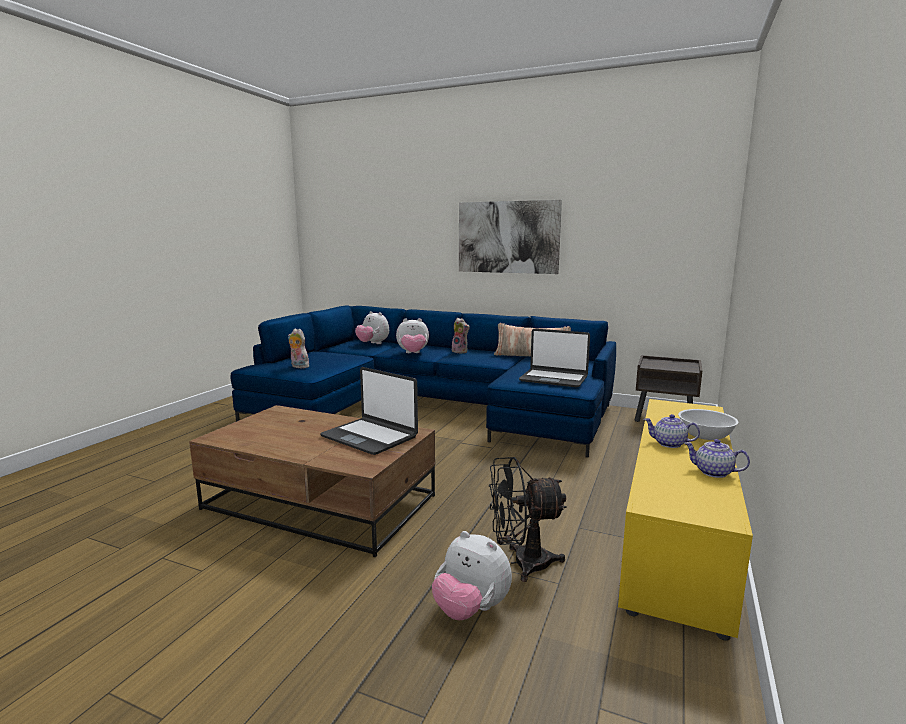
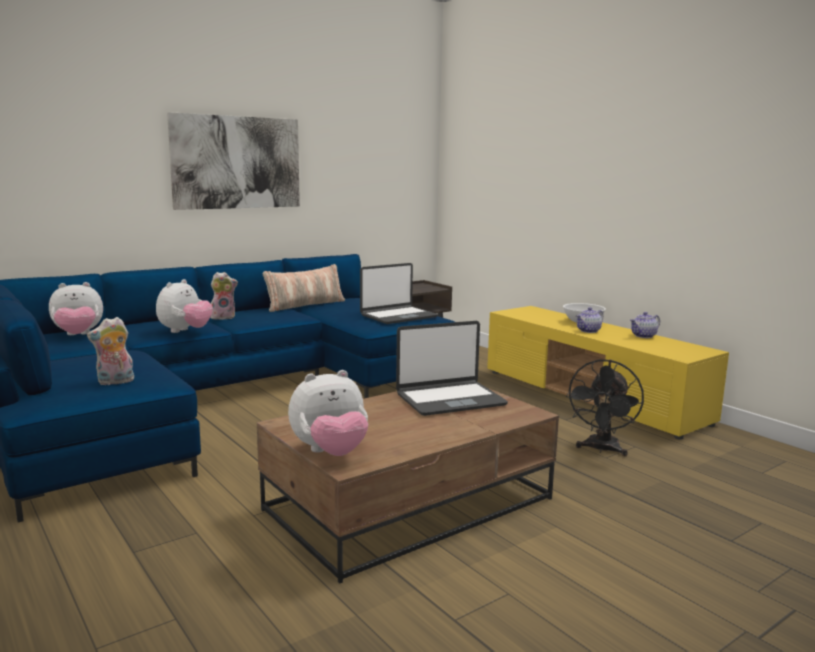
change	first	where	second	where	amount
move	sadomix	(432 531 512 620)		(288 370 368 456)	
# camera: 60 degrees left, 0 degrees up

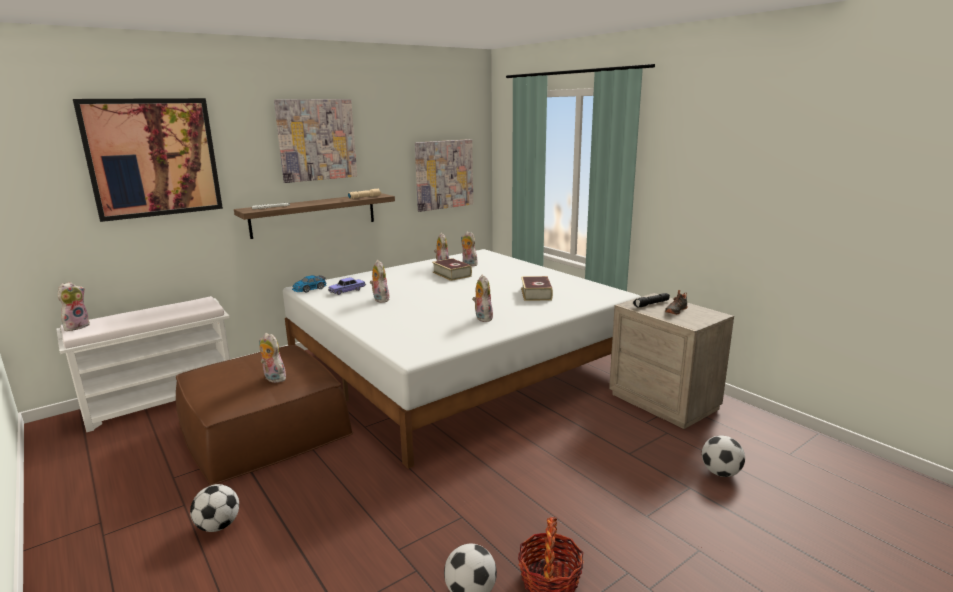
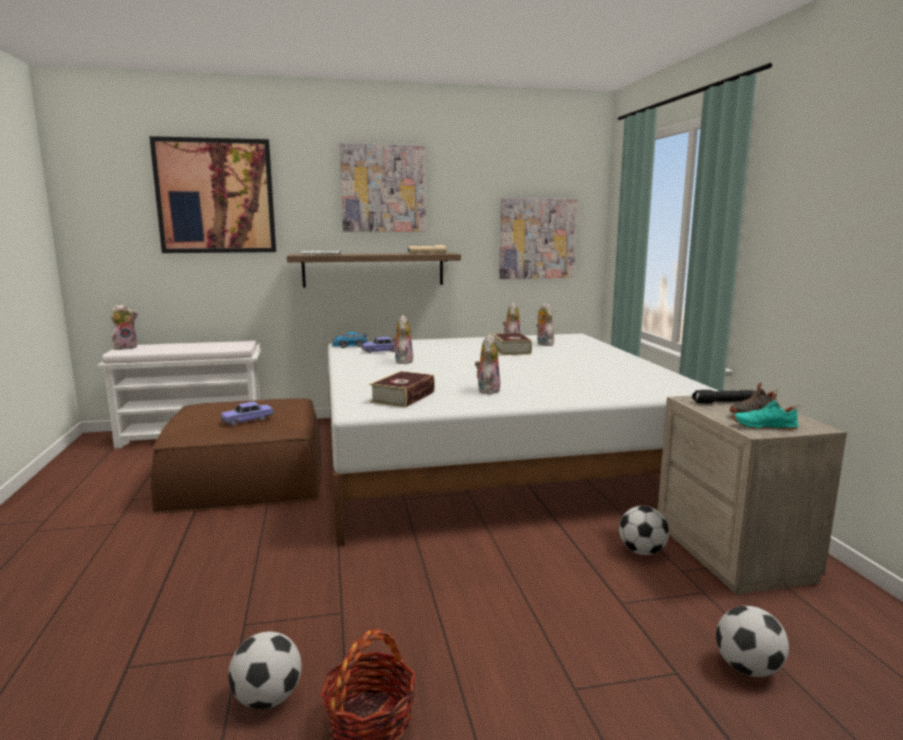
change	first	where	second	where	amount
move	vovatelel	(190 484 239 532)		(619 506 669 555)	
replace	sadomix	(259 333 286 383)	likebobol	(220 402 275 425)	
move	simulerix	(521 276 553 301)		(369 371 435 408)	
insert			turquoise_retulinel	(732 394 801 430)	
# camera: 25 degrees right, 5 degrees down

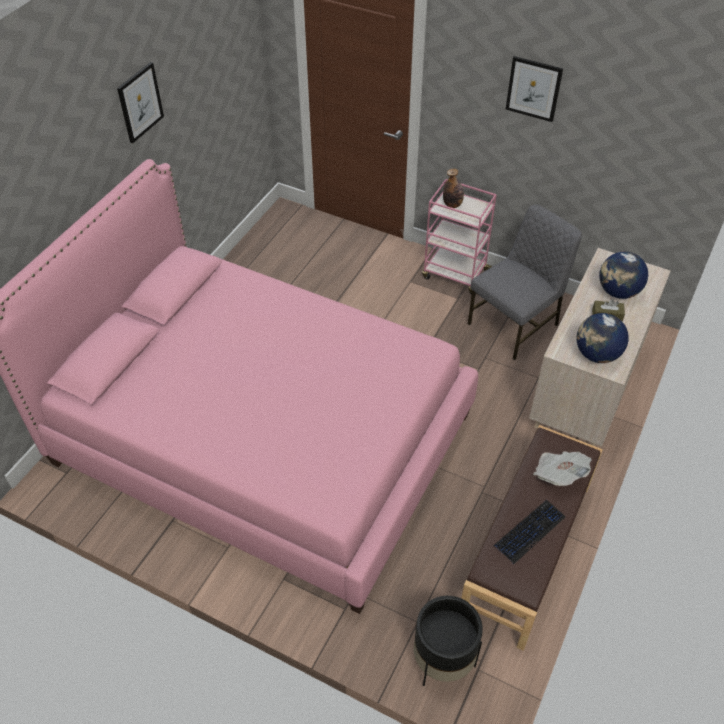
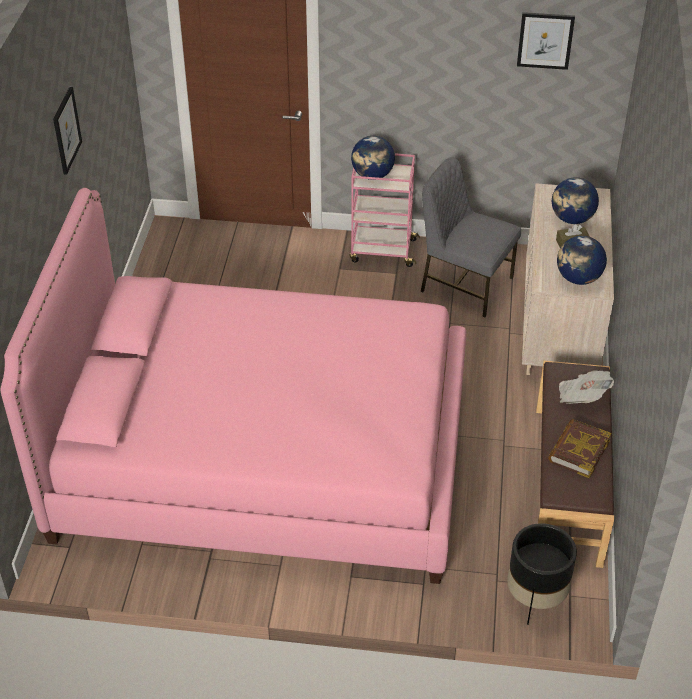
change	first	where	second	where	amount
replace	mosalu	(443 169 464 208)	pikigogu	(351 136 395 180)	
rotate	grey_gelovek	(468 205 582 360)		(421 157 521 317)	90 degrees counterclockwise
replace	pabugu	(494 500 565 564)	simulerix	(548 419 611 478)	
move	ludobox	(506 56 563 122)		(517 12 575 70)	
# camera: 20 degrees left, 5 degrees down

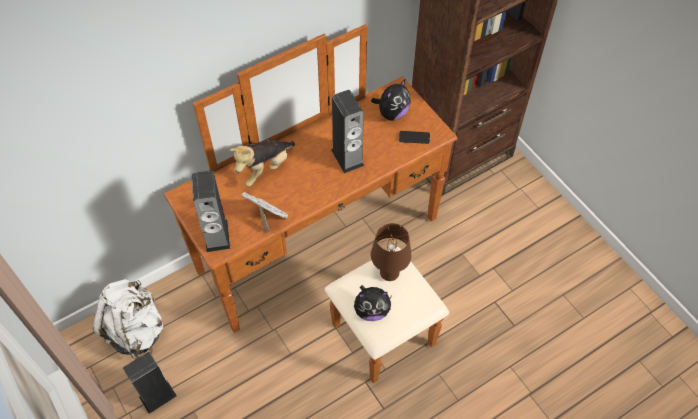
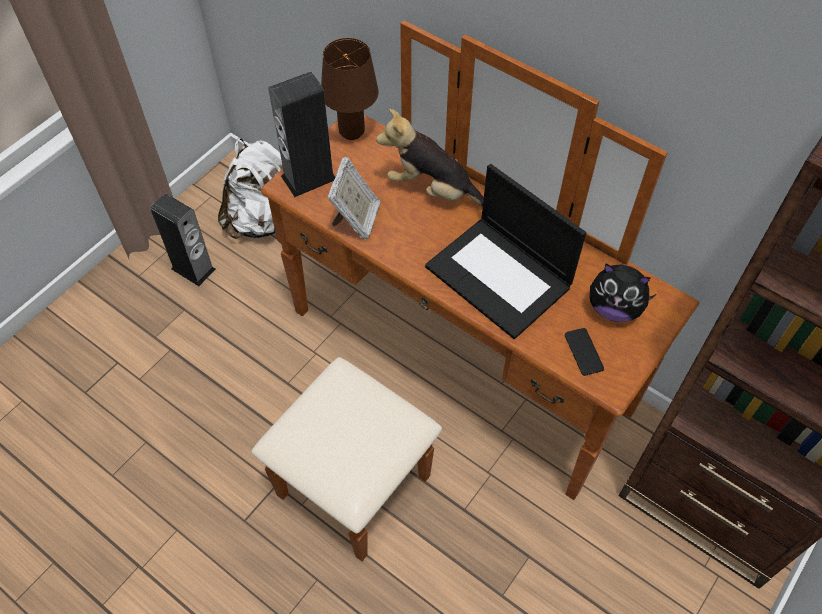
change	first	where	second	where	amount
replace	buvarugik	(331 90 364 173)	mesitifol	(425 164 586 339)	
delete	sadomix	(354 285 393 321)			
move	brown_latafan	(371 223 411 281)		(321 38 379 140)	
# camera: 70 degrees right, 0 degrees up

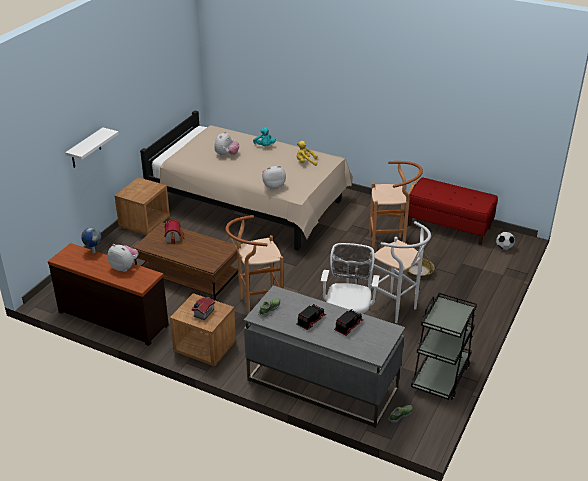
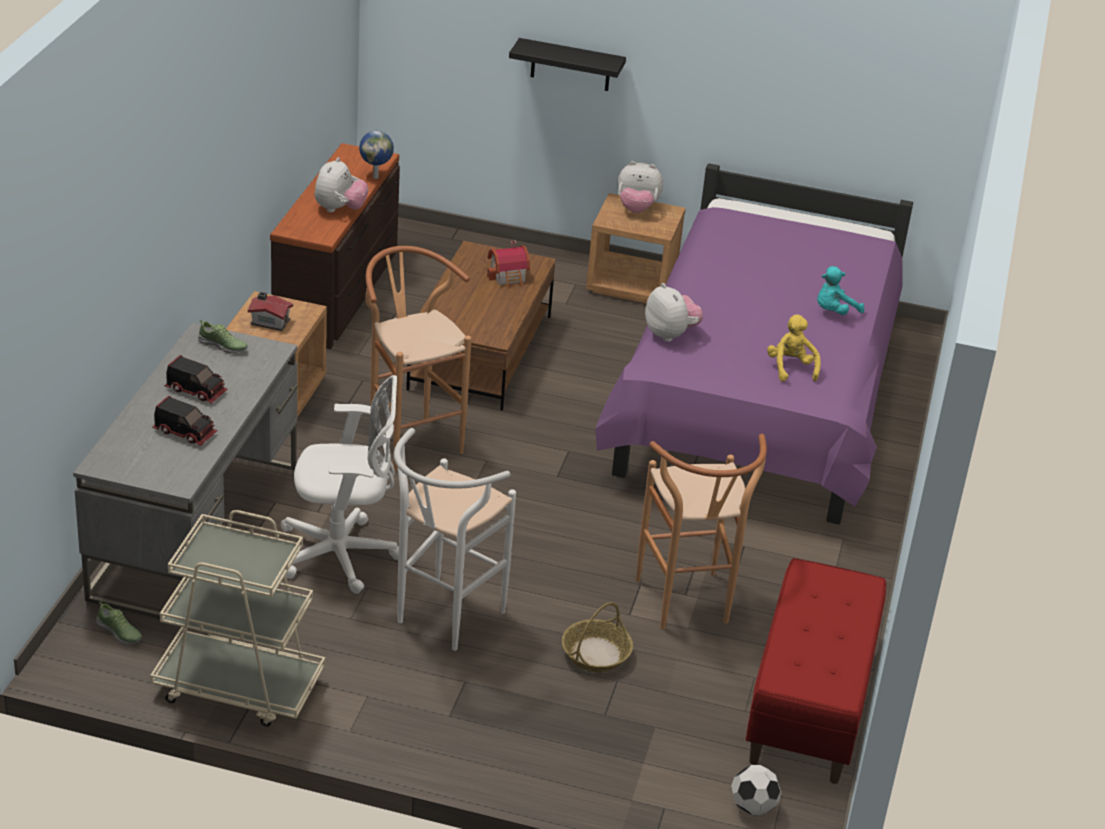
change	first	where	second	where	amount
recolor	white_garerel	(65 127 119 168)	black_garerel	(509 38 626 91)	
recolor	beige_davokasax	(140 110 353 251)	purple_davokasax	(595 163 913 524)	
move	sadomix	(214 131 239 157)		(618 161 663 213)	
recolor	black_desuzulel	(411 293 477 400)	beige_desuzulel	(150 510 325 727)	
# camera: 75 degrees right, 0 degrees up

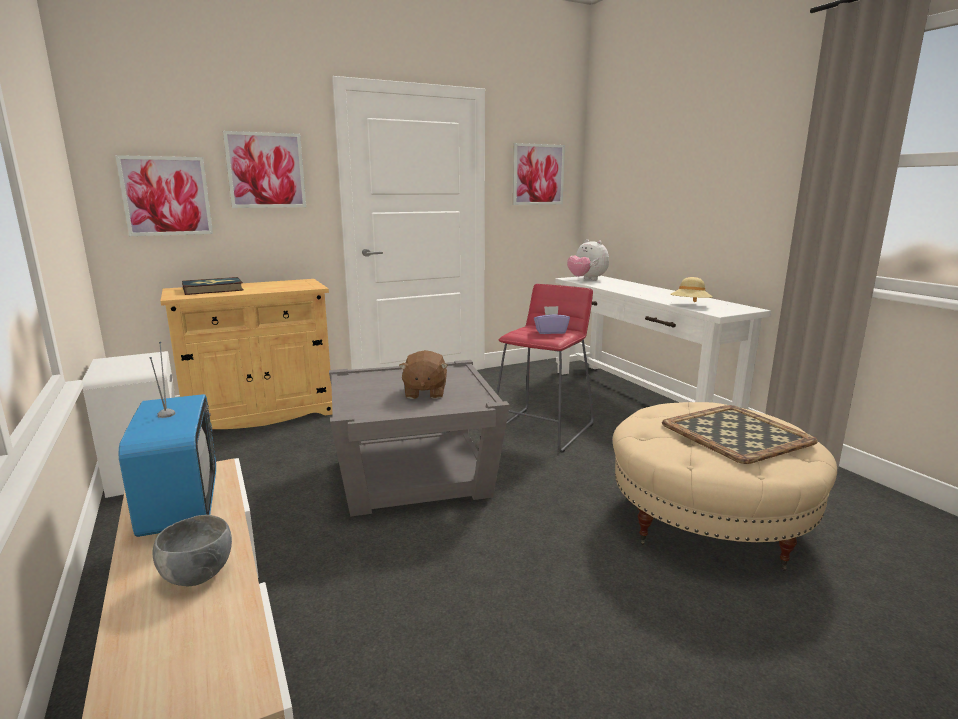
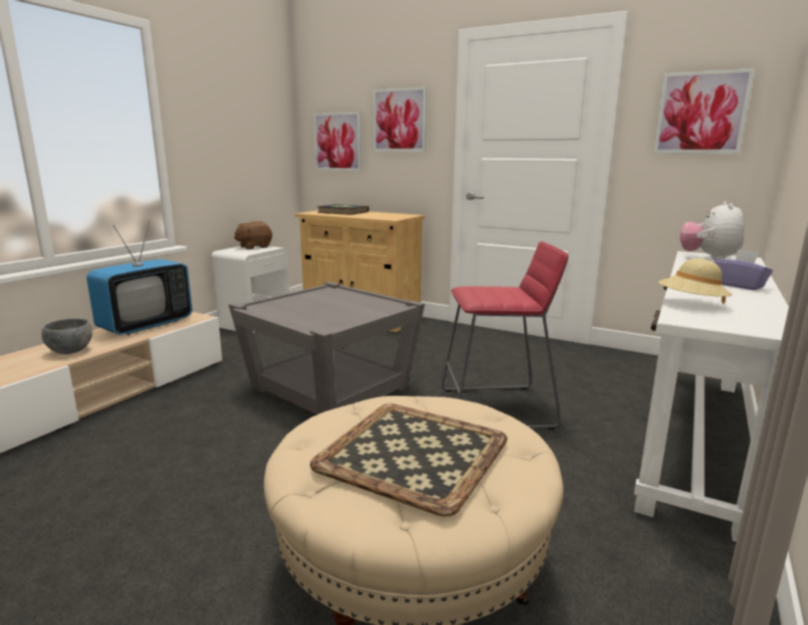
change	first	where	second	where	amount
move	brown_sadomix	(399 350 448 399)		(234 221 272 249)	
move	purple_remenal	(534 306 570 334)		(714 249 773 290)	
# camera: 55 degrees right, 0 degrees up

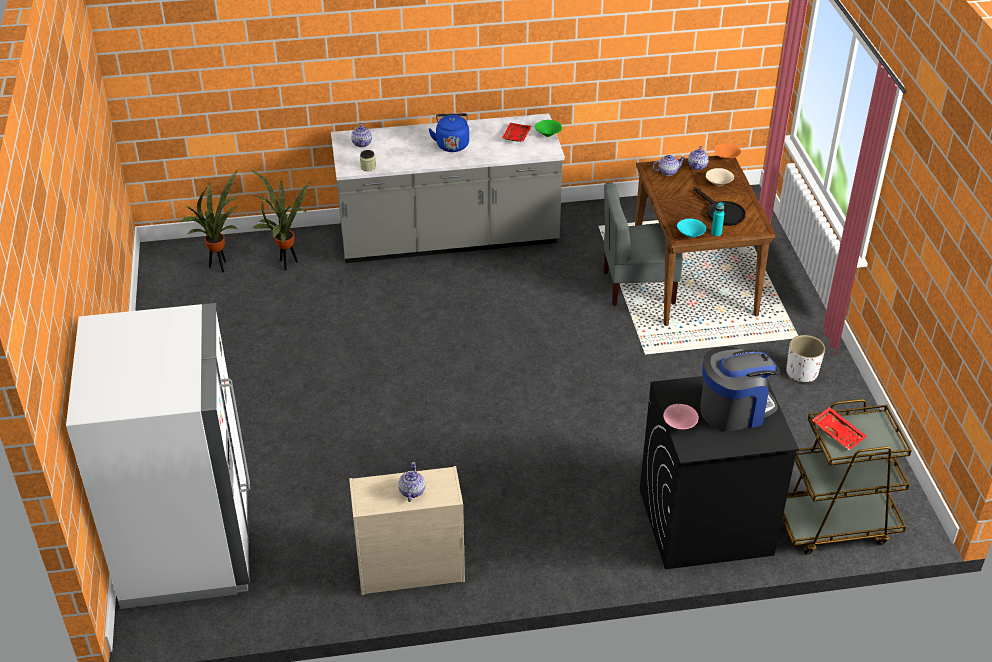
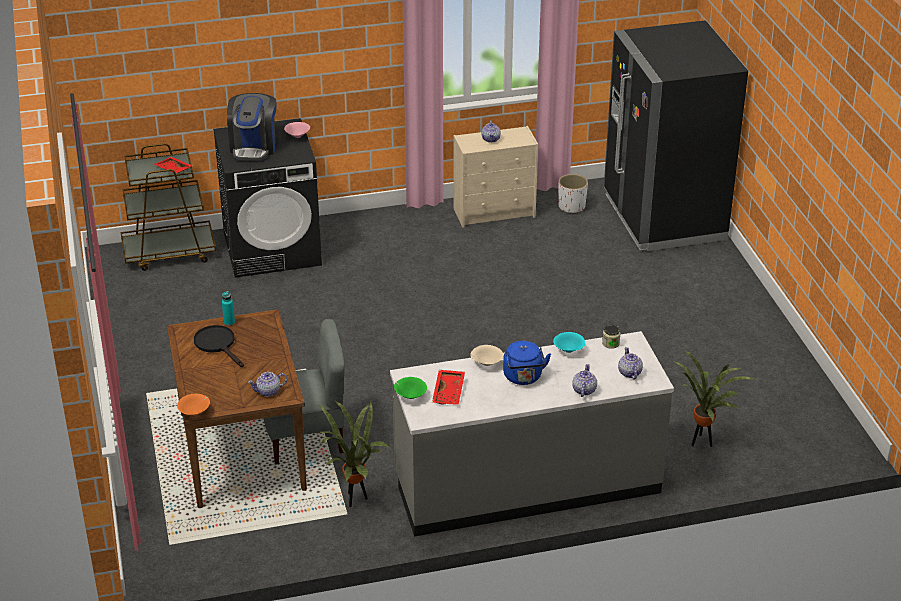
change	first	where	second	where	amount
recolor	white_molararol	(66 303 250 609)	black_molararol	(604 20 748 251)	
move	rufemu	(181 170 238 272)		(317 401 389 507)	
move	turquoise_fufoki	(677 219 706 238)		(553 332 586 353)	
move	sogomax	(688 146 709 170)		(573 364 597 397)	
rotate	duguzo	(700 347 780 431)		(227 93 276 161)	60 degrees counterclockwise
move	beige_fufoki	(706 168 734 186)		(470 345 503 366)	
move	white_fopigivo	(786 335 825 382)		(558 174 588 213)	
# camera: 175 degrees right, 5 degrees down

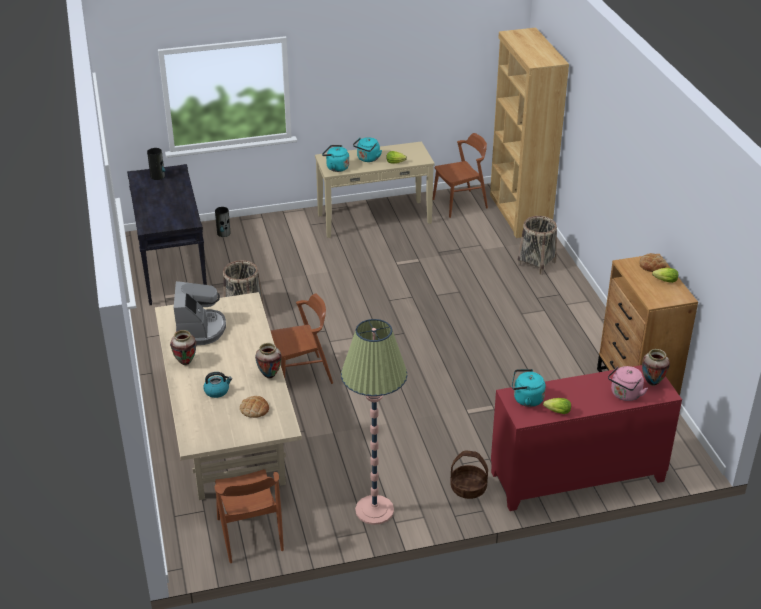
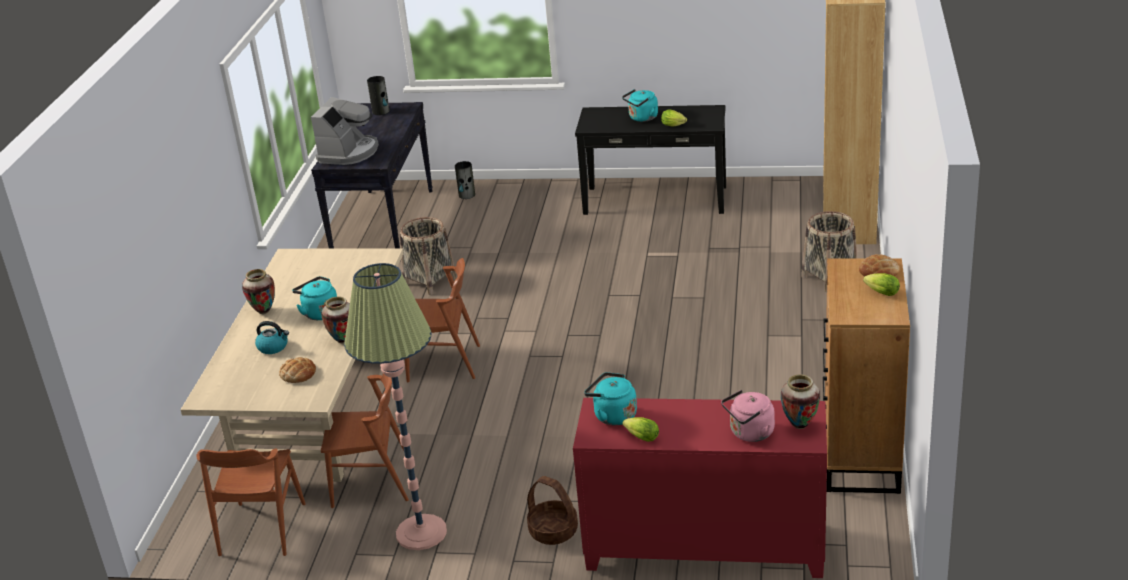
change	first	where	second	where	amount
move	duguzo	(174 281 226 345)		(311 97 379 165)	
recolor	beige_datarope	(315 141 435 238)	black_datarope	(575 105 726 215)	
move	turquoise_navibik	(322 145 349 172)		(292 276 337 320)	
move	brown_gelovek	(433 133 488 218)		(321 374 409 508)	
# camera: 25 degrees right, 5 degrees down

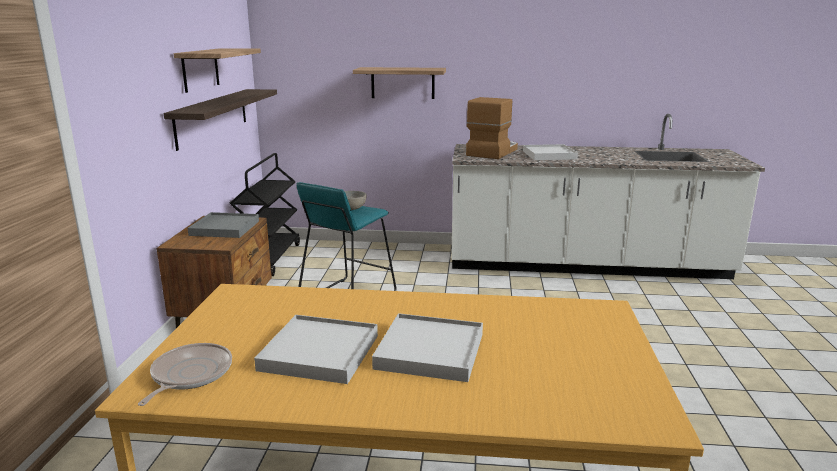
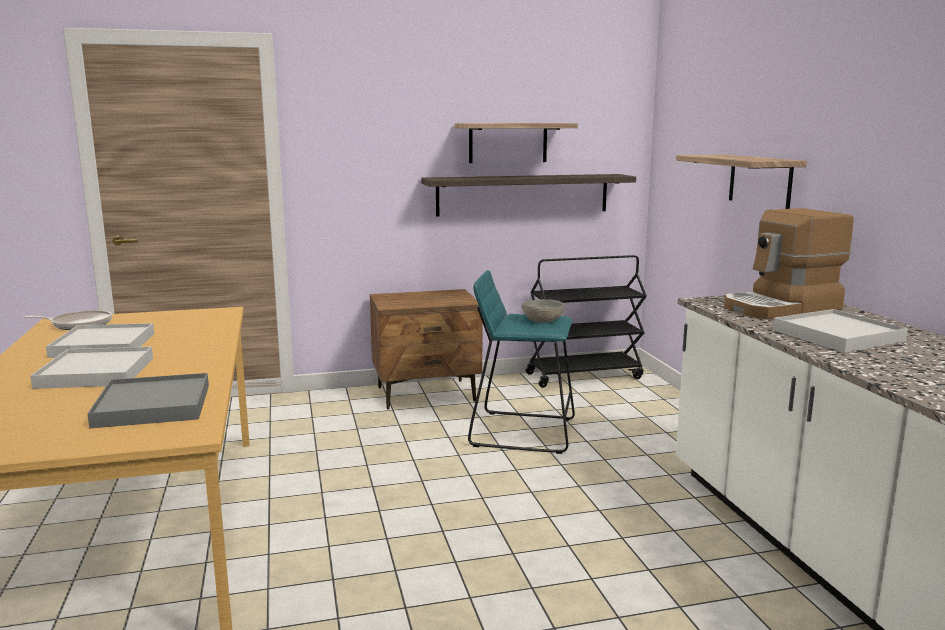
change	first	where	second	where	amount
move	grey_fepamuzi	(188 212 259 238)		(87 373 209 428)	
rotate	duguzo	(466 97 518 159)		(724 208 853 319)	150 degrees clockwise
# camera: 70 degrees right, 5 degrees down

